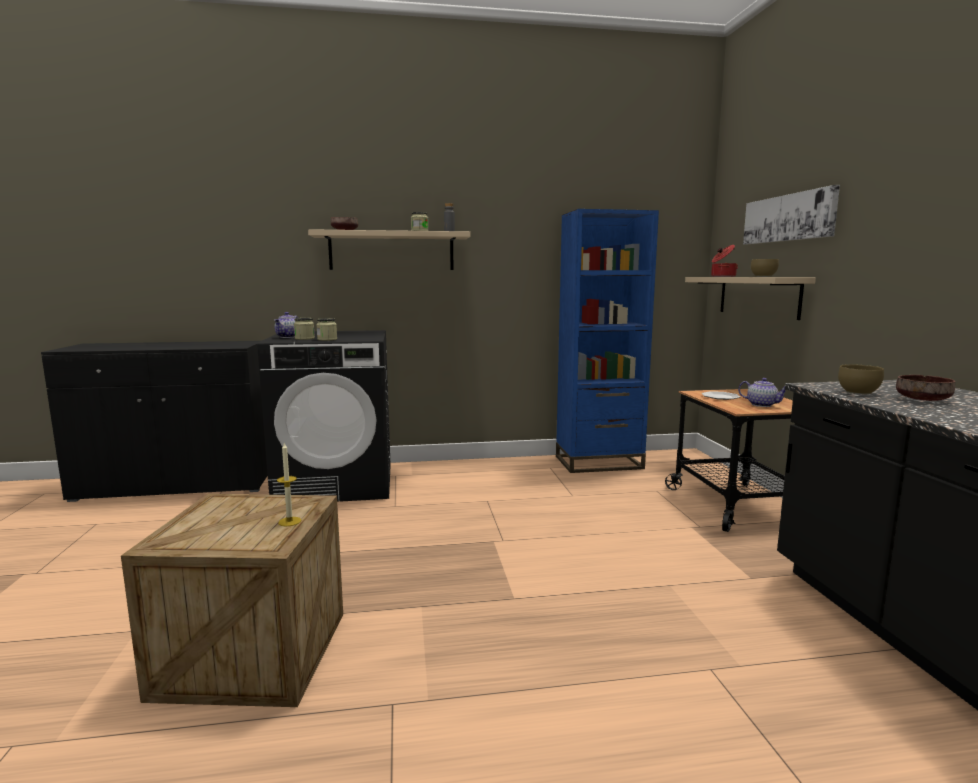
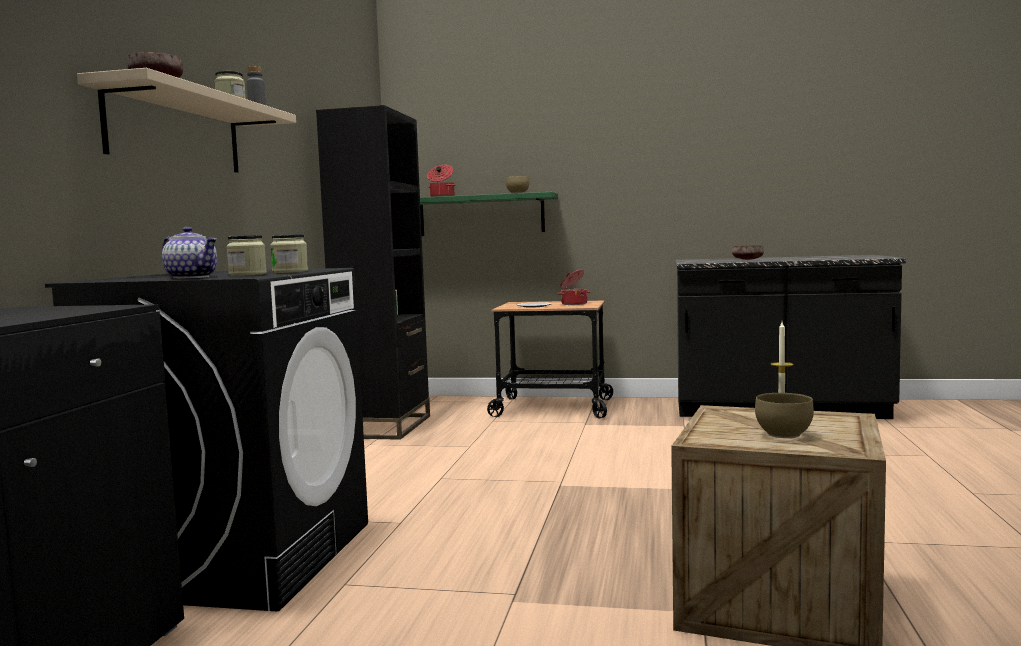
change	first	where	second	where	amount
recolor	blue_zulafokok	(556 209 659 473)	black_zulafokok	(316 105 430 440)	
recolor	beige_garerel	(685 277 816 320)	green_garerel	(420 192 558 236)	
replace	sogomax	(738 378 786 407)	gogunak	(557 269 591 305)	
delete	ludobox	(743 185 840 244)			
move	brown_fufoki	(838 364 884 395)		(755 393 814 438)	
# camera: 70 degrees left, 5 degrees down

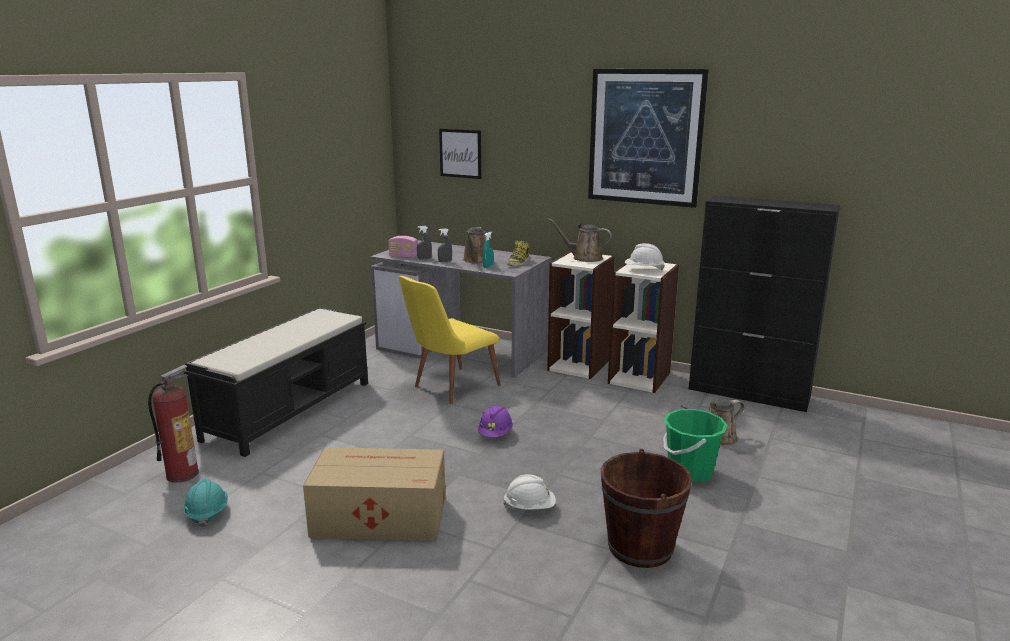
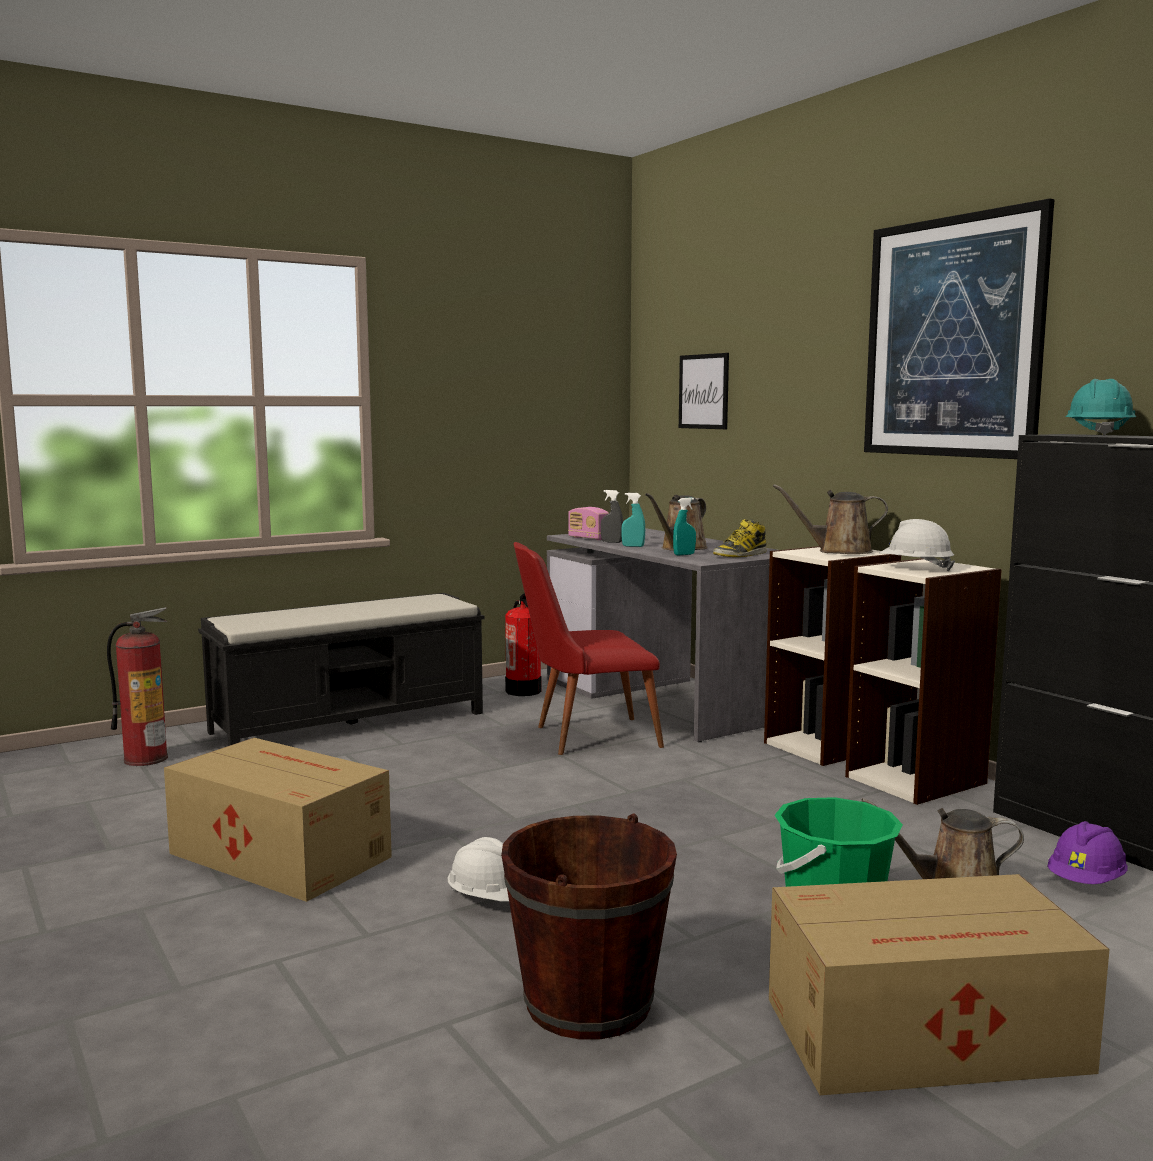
change	first	where	second	where	amount
move	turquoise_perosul	(184 478 228 527)		(1066 379 1136 436)	
recolor	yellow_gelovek	(399 276 501 404)	red_gelovek	(513 542 664 755)	
recolor	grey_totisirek	(438 228 452 263)	turquoise_totisirek	(621 493 645 547)	
move	purple_perosul	(478 405 513 437)		(1047 821 1128 884)	
rotate	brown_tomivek	(548 218 612 262)		(773 484 888 554)	45 degrees counterclockwise
insert			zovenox	(505 593 542 696)	
insert			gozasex	(769 874 1109 1095)	
# camera: 30 degrees right, 10 degrees down

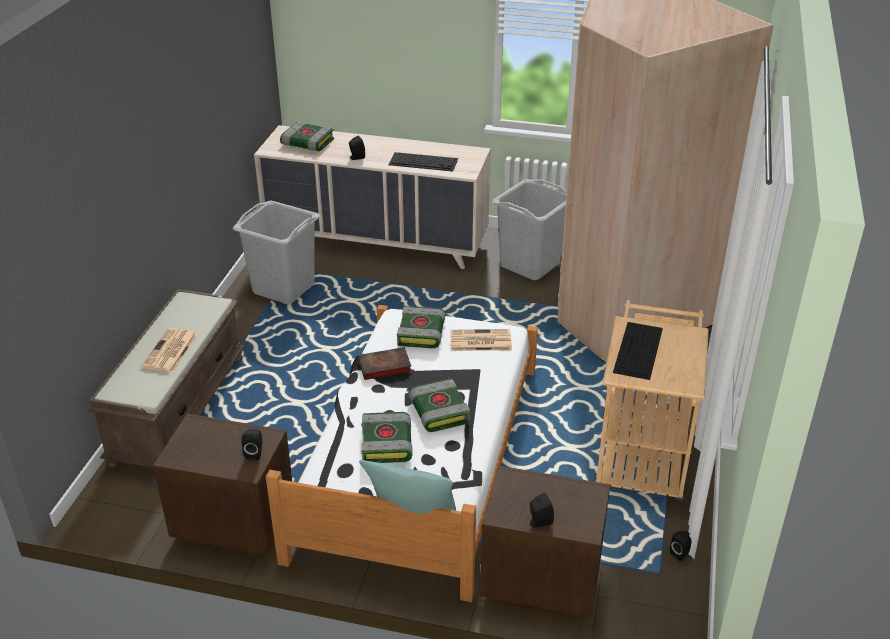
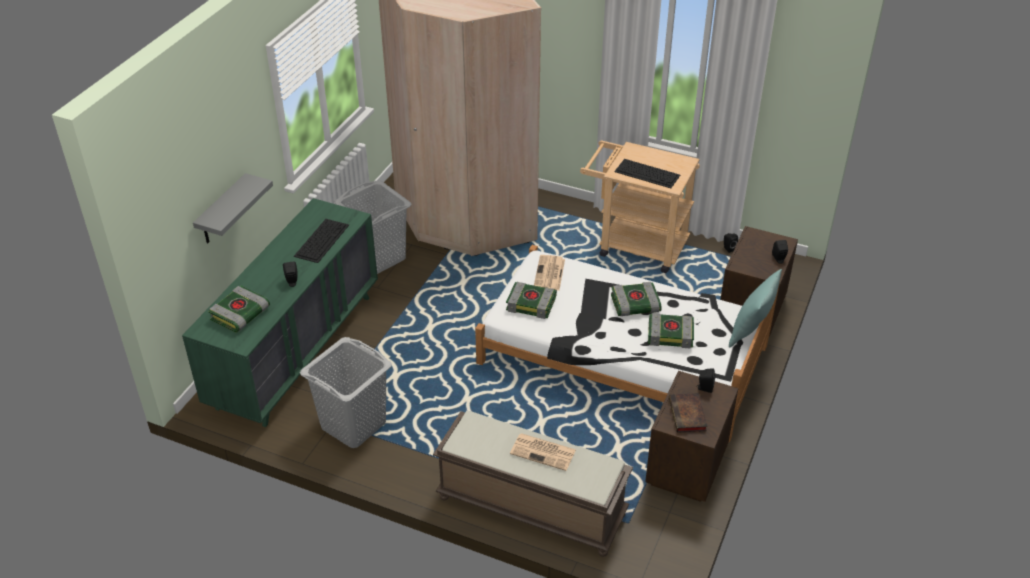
change	first	where	second	where	amount
recolor	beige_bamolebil	(254 125 491 269)	green_bamolebil	(182 198 378 427)	
move	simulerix	(358 347 412 380)		(669 393 707 433)	
insert			grey_garerel	(193 173 273 243)	
# camera: 80 degrees left, 5 degrees up

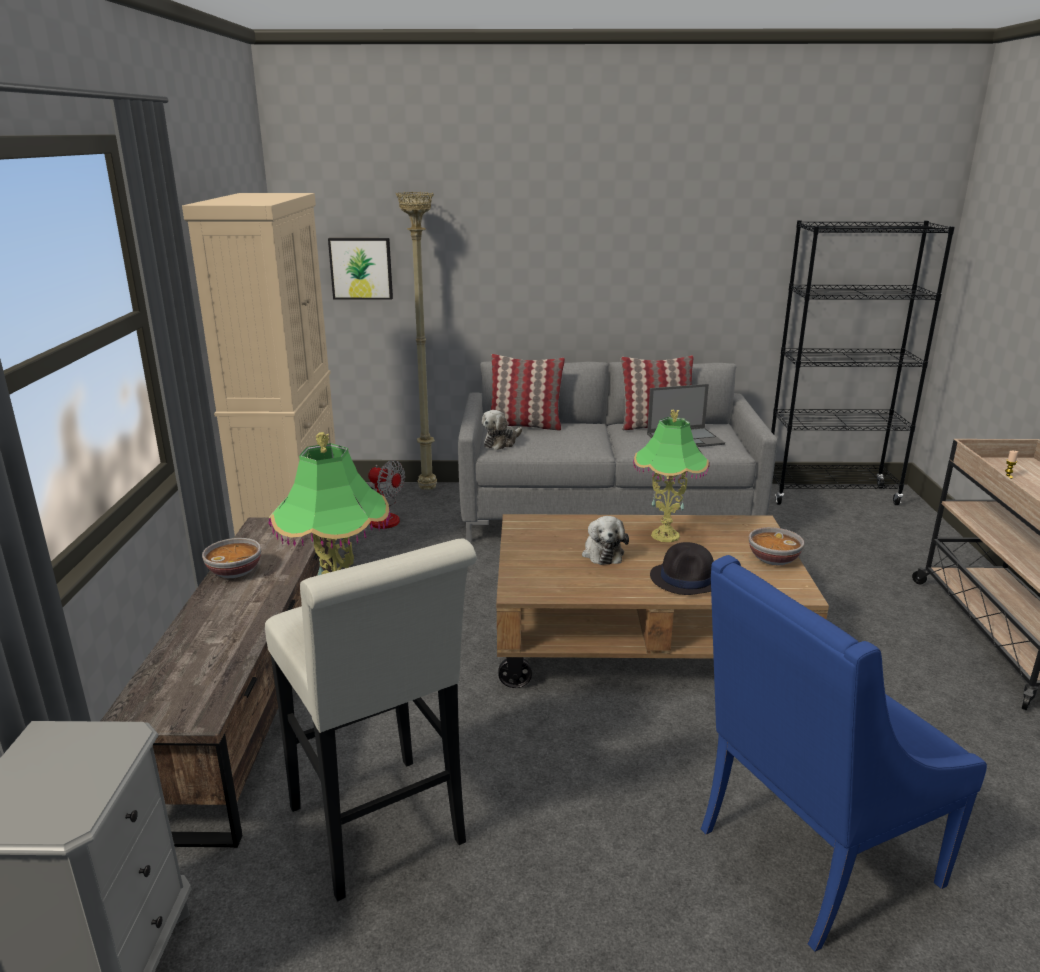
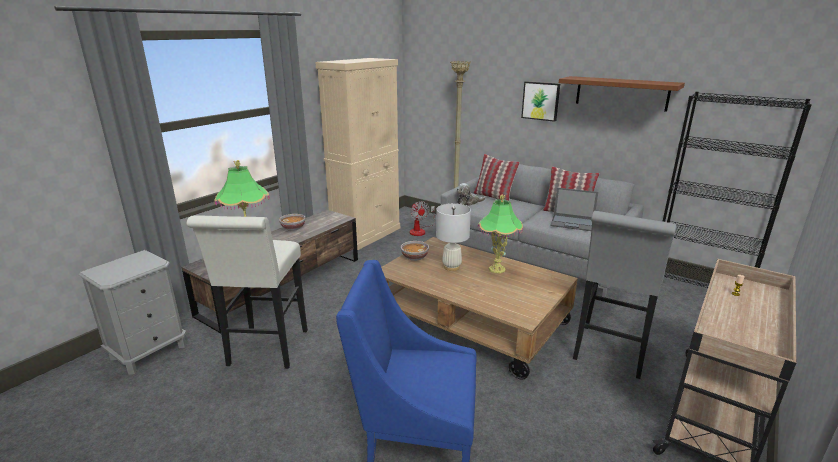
change	first	where	second	where	amount
move	ludobox	(328 238 393 300)		(521 81 560 122)	
replace	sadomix	(582 516 629 565)	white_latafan	(436 203 471 271)	
delete	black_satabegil	(650 542 714 595)			
move	fufoki	(749 527 804 565)		(401 241 429 261)	
insert			brown_garerel	(559 76 685 112)	
insert			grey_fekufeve	(573 211 676 379)	
# camera: 35 degrees right, 0 degrees up

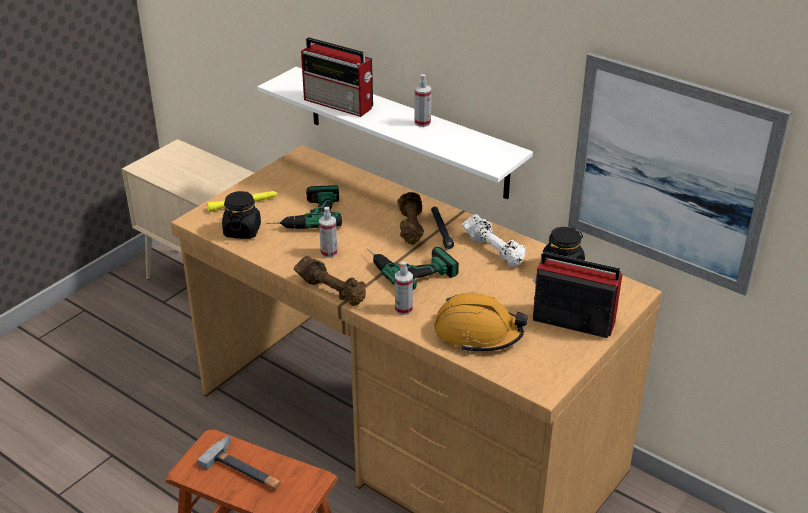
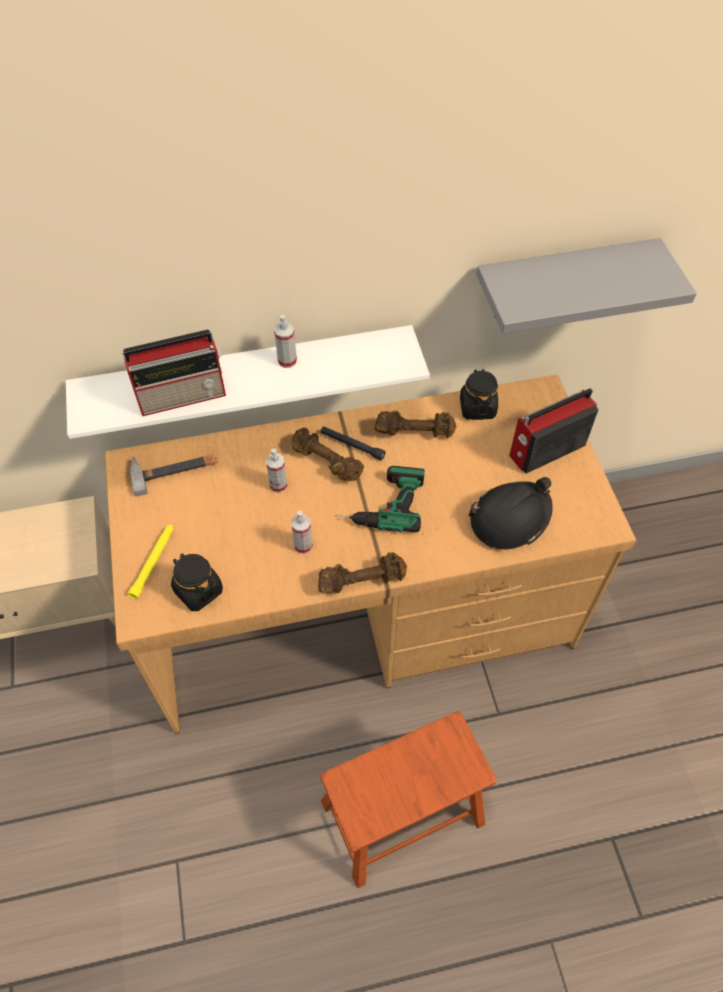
change	first	where	second	where	amount
move	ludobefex	(198 435 281 490)		(130 454 218 497)	
delete	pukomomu	(266 185 342 229)			
move	totisirek	(395 262 413 315)		(266 448 288 493)	
recolor	orange_perosul	(434 293 528 353)	black_perosul	(468 477 553 550)	
recolor	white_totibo	(462 214 526 267)	brown_totibo	(375 411 456 438)	
replace	ludobox	(568 53 791 296)	grey_garerel	(476 238 697 333)	
# camera: 50 degrees left, 20 degrees up

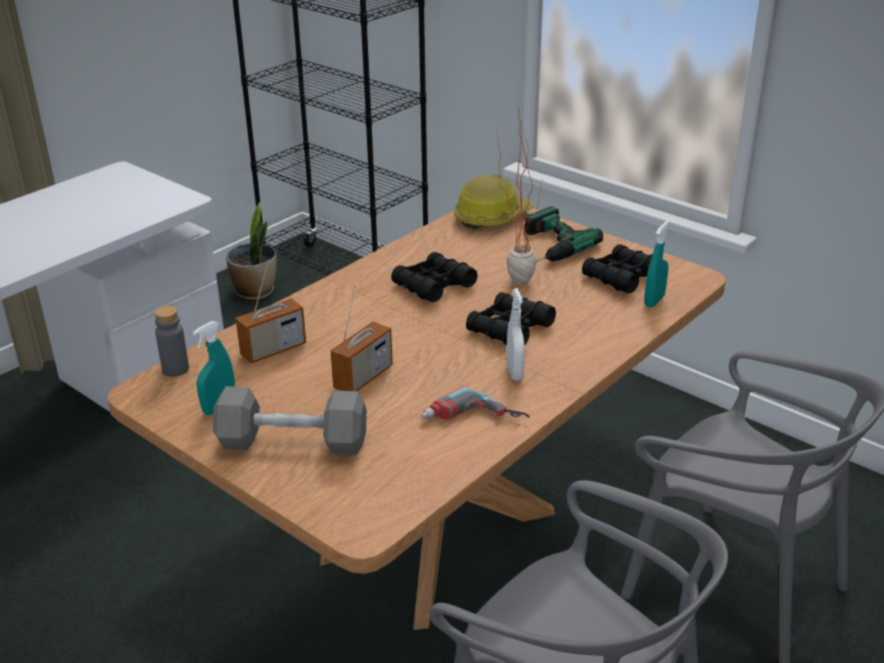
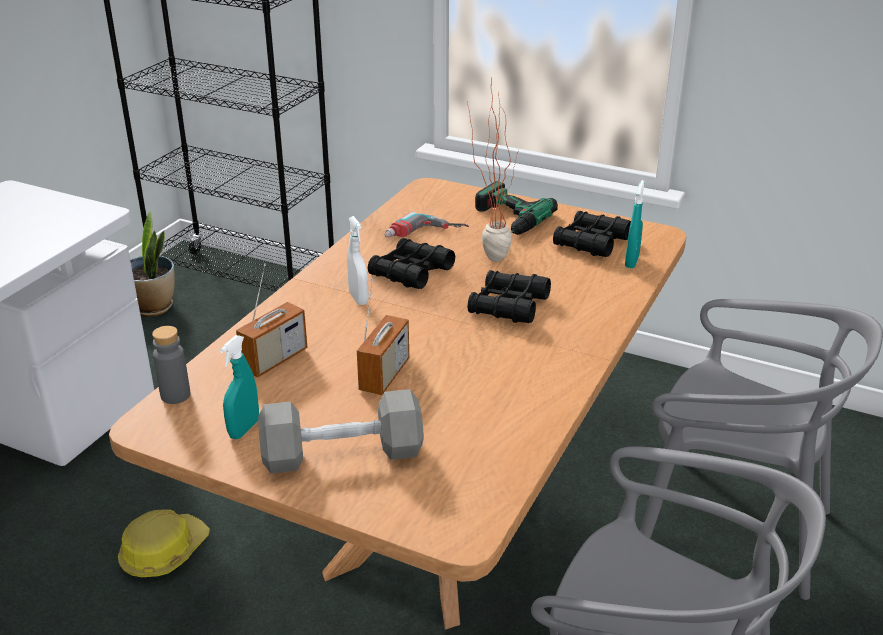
change	first	where	second	where	amount
move	pukomomu	(421 386 530 420)		(385 211 469 238)	
move	perosul	(454 175 533 229)		(118 509 210 578)	
move	white_totisirek	(507 288 525 381)		(347 216 369 305)	
# camera: 15 degrees left, 0 degrees up

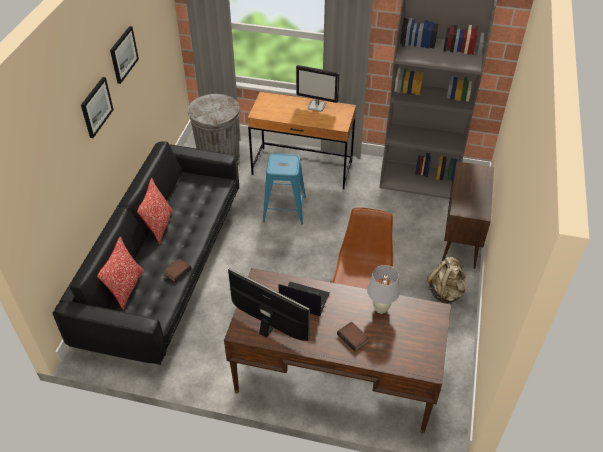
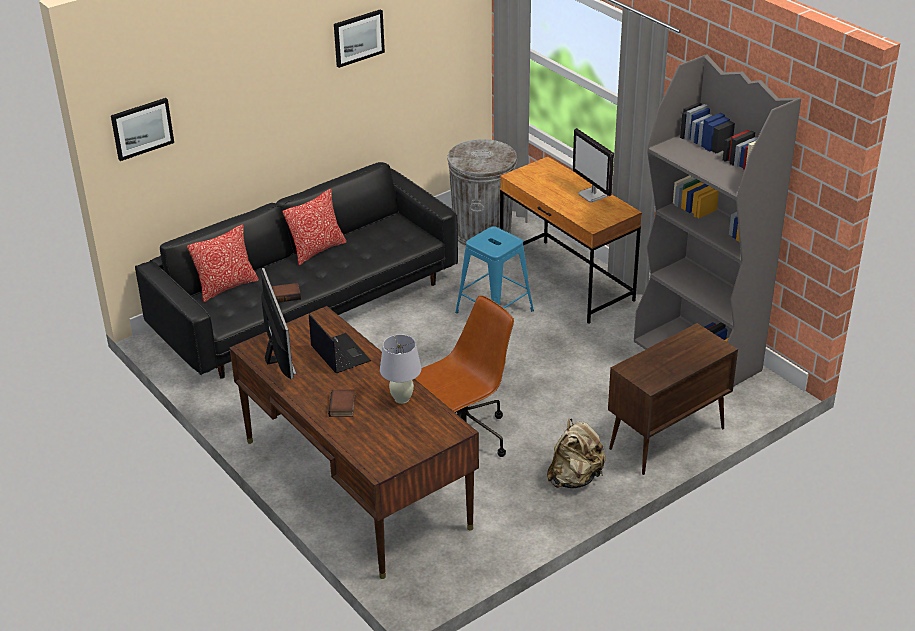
change	first	where	second	where	amount
move	ludobox	(81 77 114 138)		(111 98 174 161)	
# camera: 40 degrees right, 10 degrees down

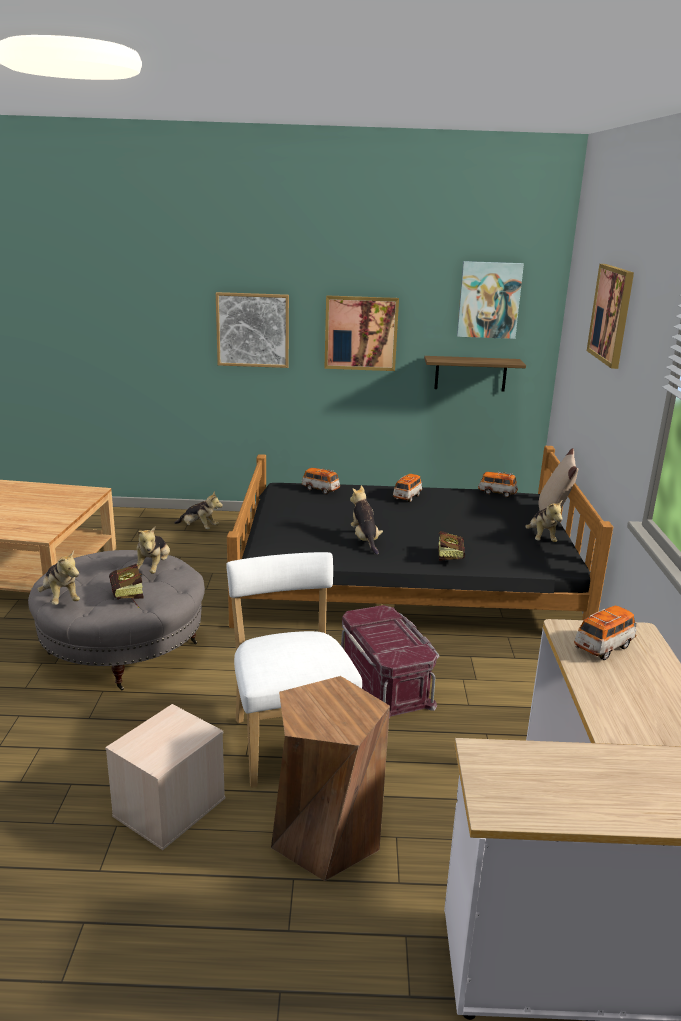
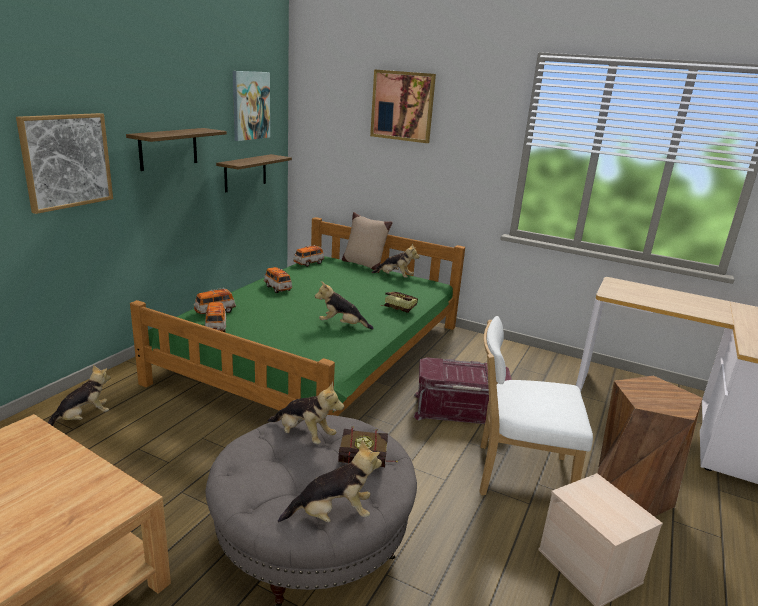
change	first	where	second	where	amount
recolor	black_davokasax	(227 446 613 628)	green_davokasax	(130 217 465 416)	
replace	ludobox	(324 295 399 371)	garerel	(126 128 227 171)	
move	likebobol	(574 606 636 660)		(205 302 226 332)	
# camera: 65 degrees left, 0 degrees up

